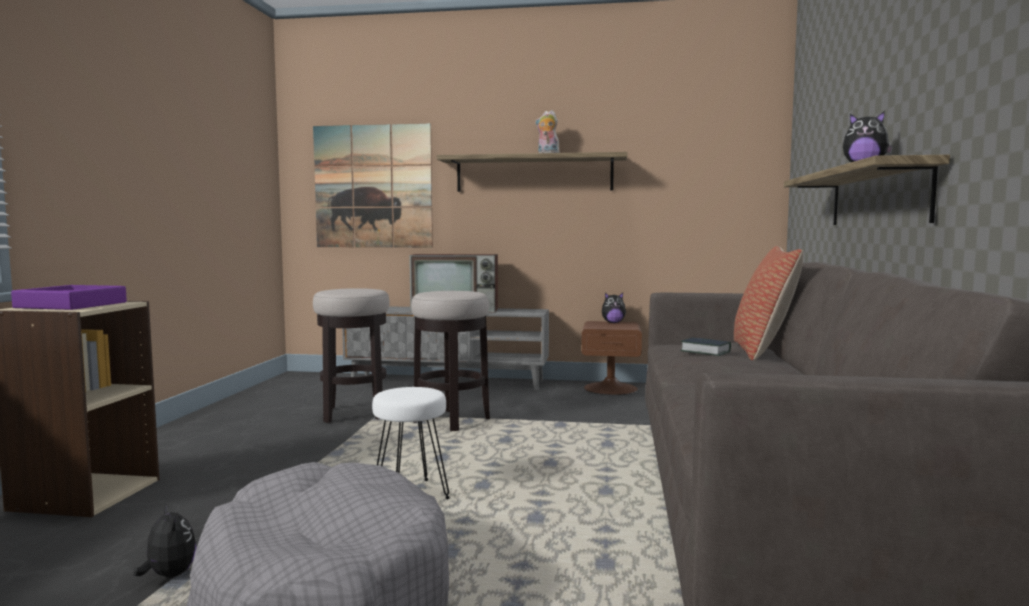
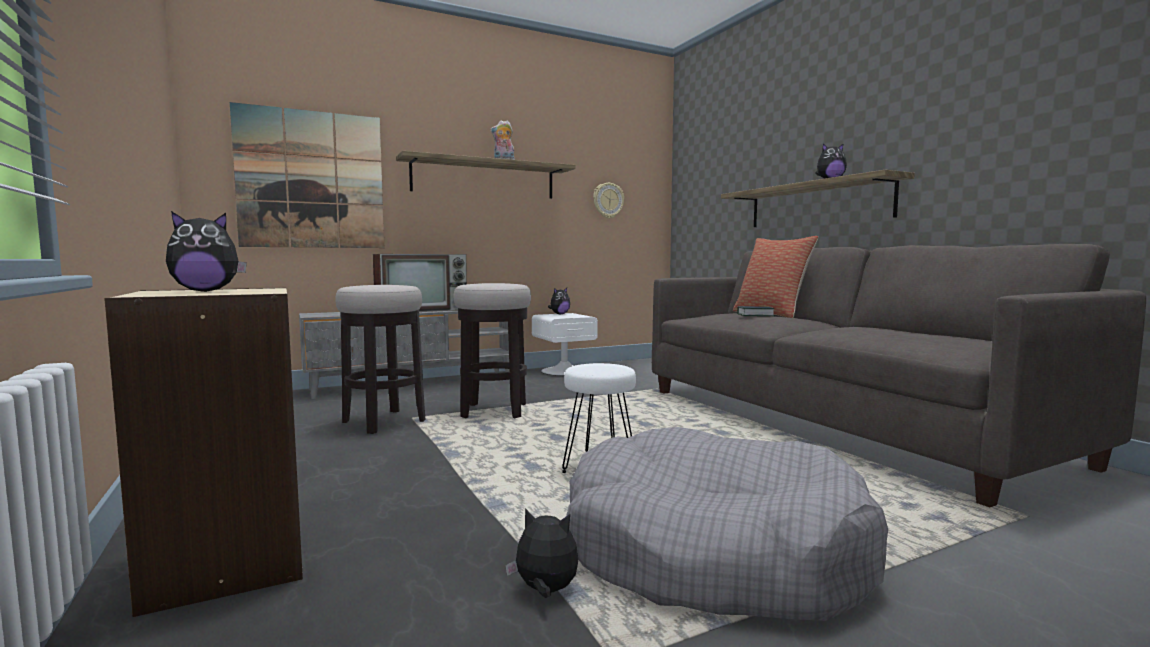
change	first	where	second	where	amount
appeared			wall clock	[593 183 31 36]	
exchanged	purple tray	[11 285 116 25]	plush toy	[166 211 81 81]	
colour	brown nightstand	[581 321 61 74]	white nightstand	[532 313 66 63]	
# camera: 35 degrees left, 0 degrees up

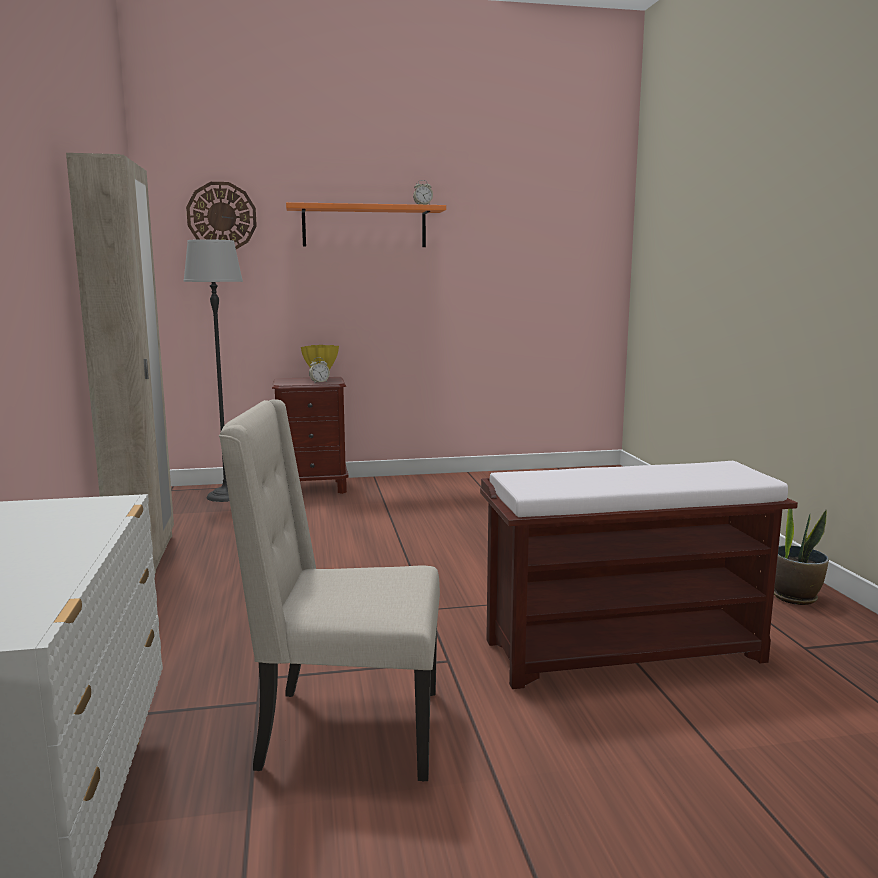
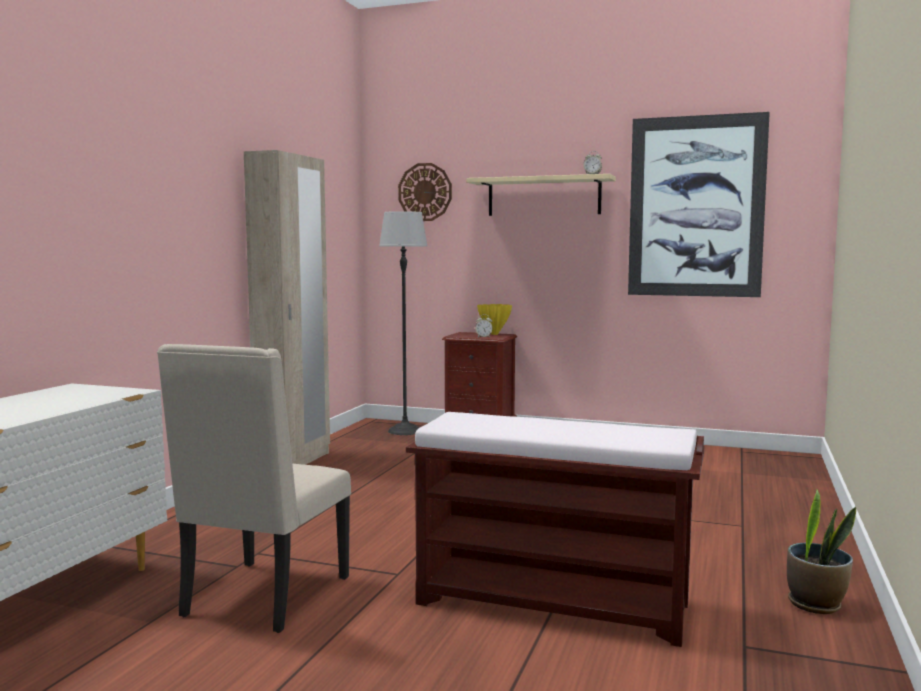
change	first	where	second	where	amount
appeared			picture	[628 112 142 185]	
colour	orange shelf	[286 202 160 45]	beige shelf	[467 174 149 42]	
spun	beige chair	[219 399 221 382]		[157 344 194 289]	105 degrees counterclockwise
# camera: 30 degrees right, 5 degrees down

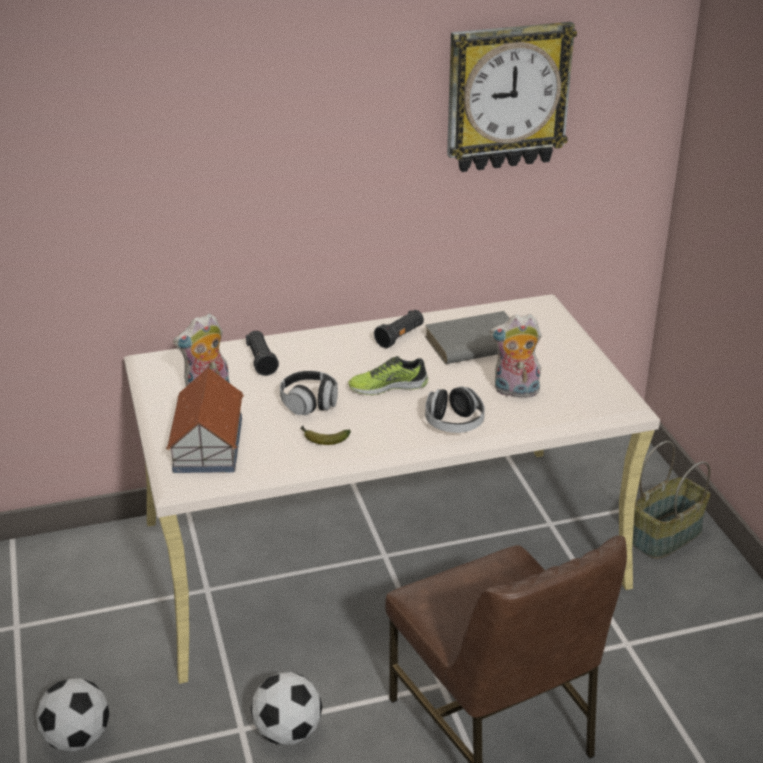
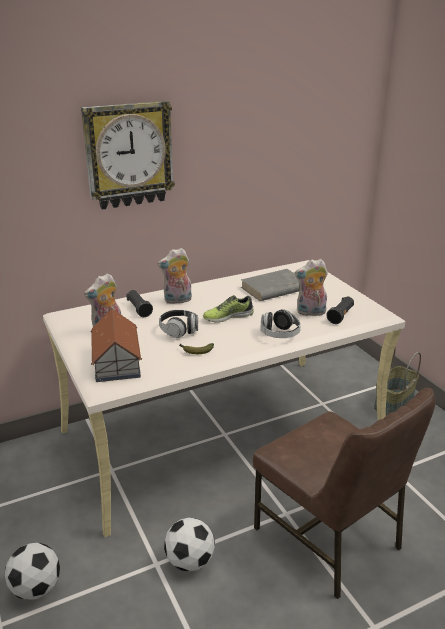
change	first	where	second	where	amount
appeared			plush toy	[158 248 34 56]	
relocated	black flashlight	[374 310 50 38]		[326 297 28 27]	
relocated	wall clock	[447 22 130 150]		[81 101 94 109]	
# camera: 10 degrees left, 5 degrees down

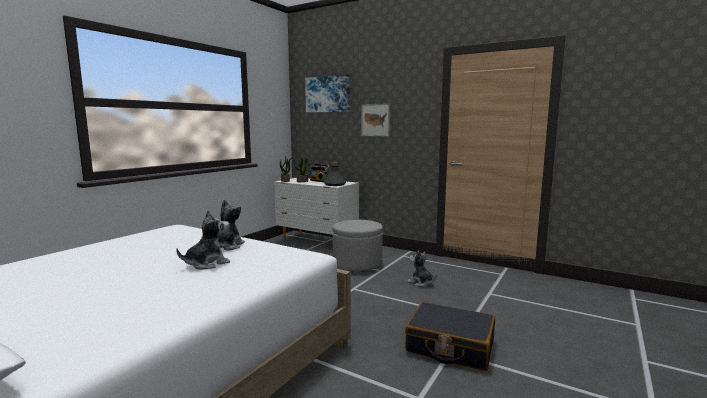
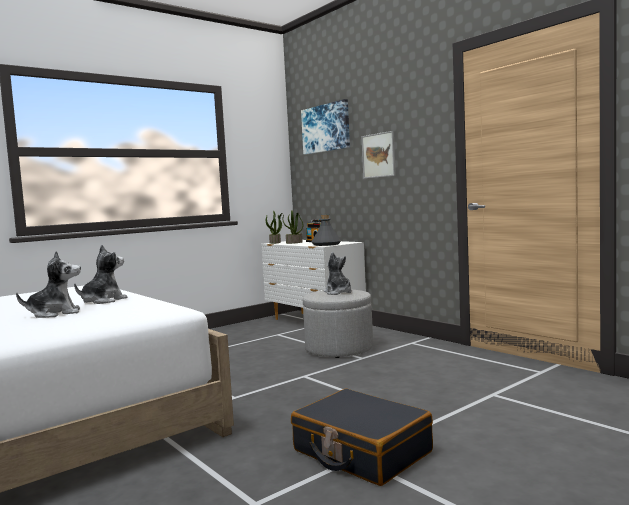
change	first	where	second	where	amount
relocated	plush toy	[407 250 30 37]		[324 252 28 43]	
# camera: 20 degrees right, 5 degrees down

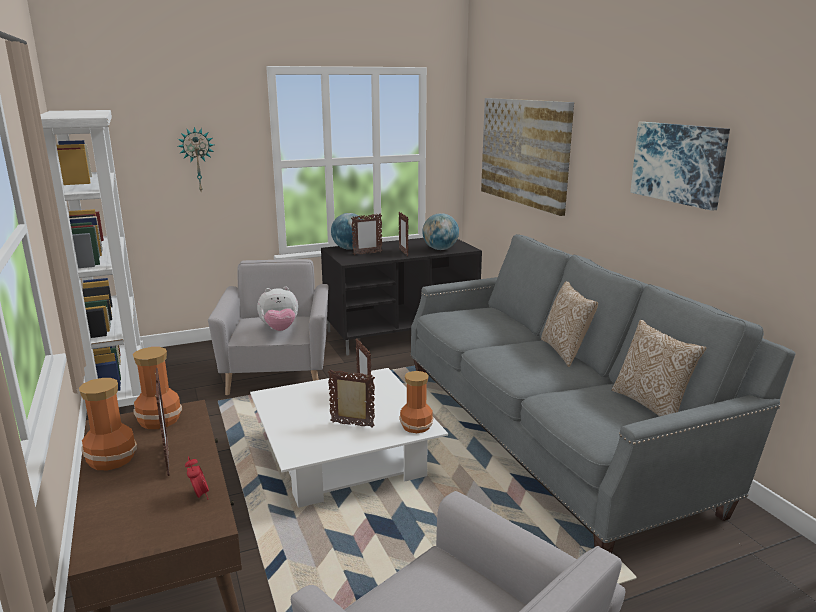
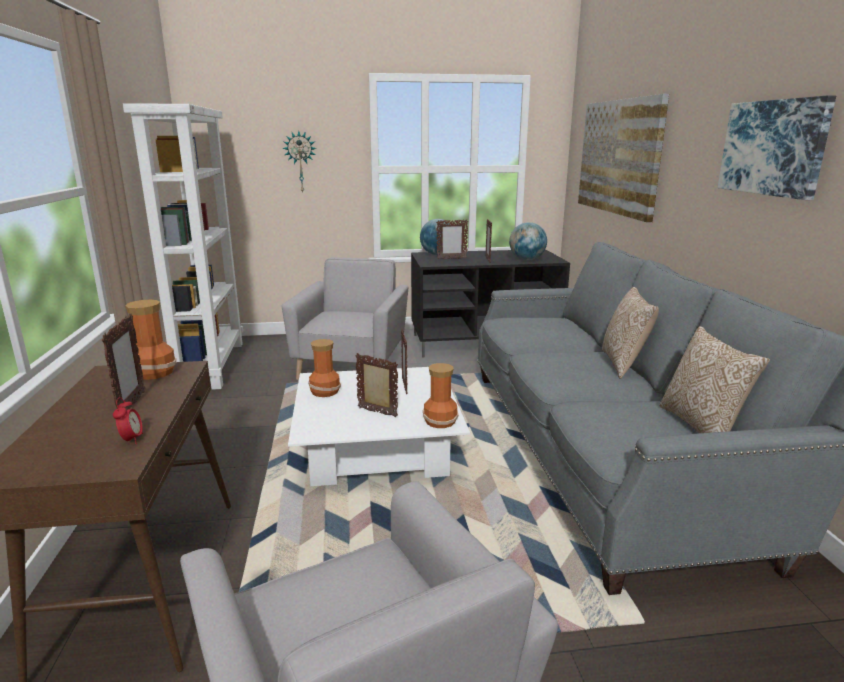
change	first	where	second	where	amount
missing	plush toy	[257 287 41 44]			
relocated	vase	[79 378 58 92]		[308 339 33 58]	
# camera: 15 degrees right, 0 degrees up

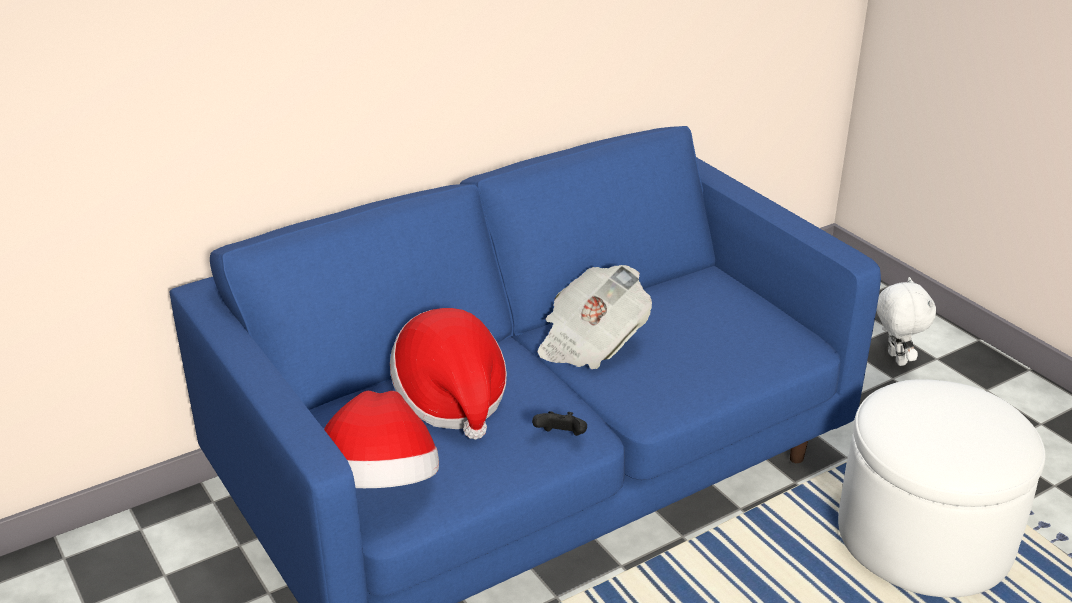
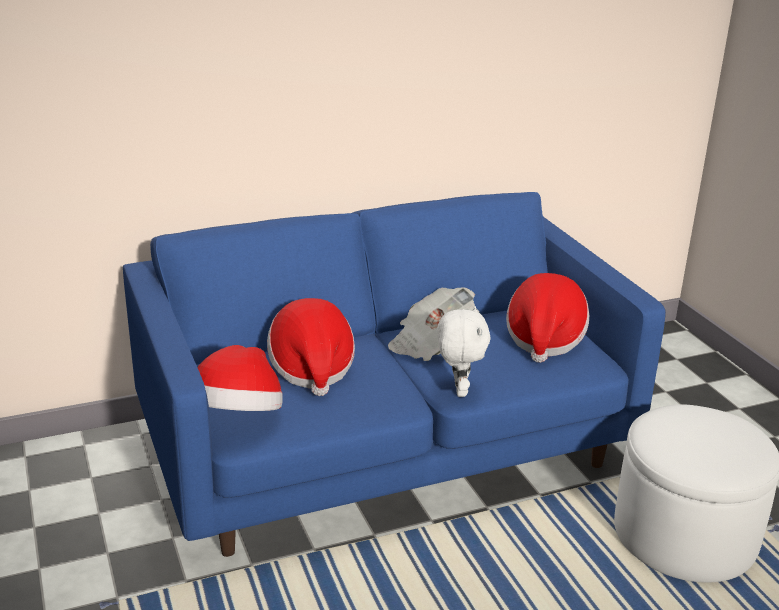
change	first	where	second	where	amount
missing	black game controller	[532 411 55 25]			
appeared			hat	[506 273 83 90]	
relocated	white plush toy	[876 277 60 89]		[437 306 54 91]	
# camera: 10 degrees right, 5 degrees down

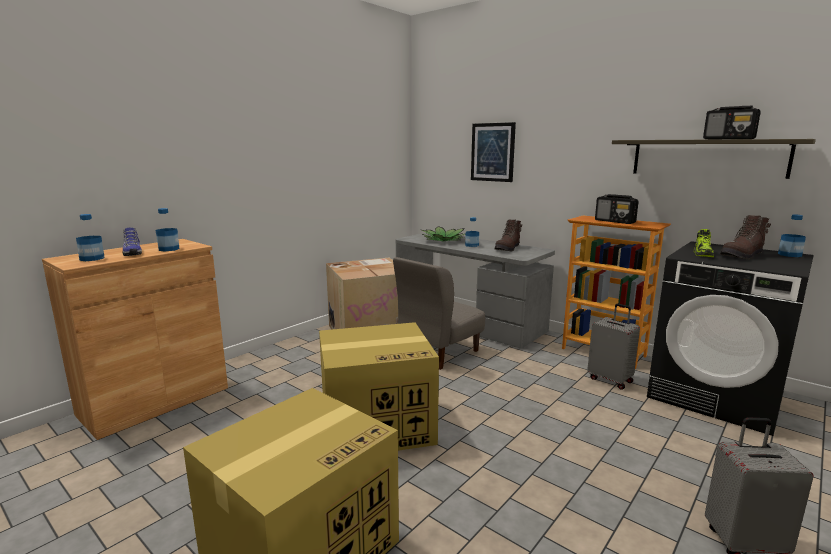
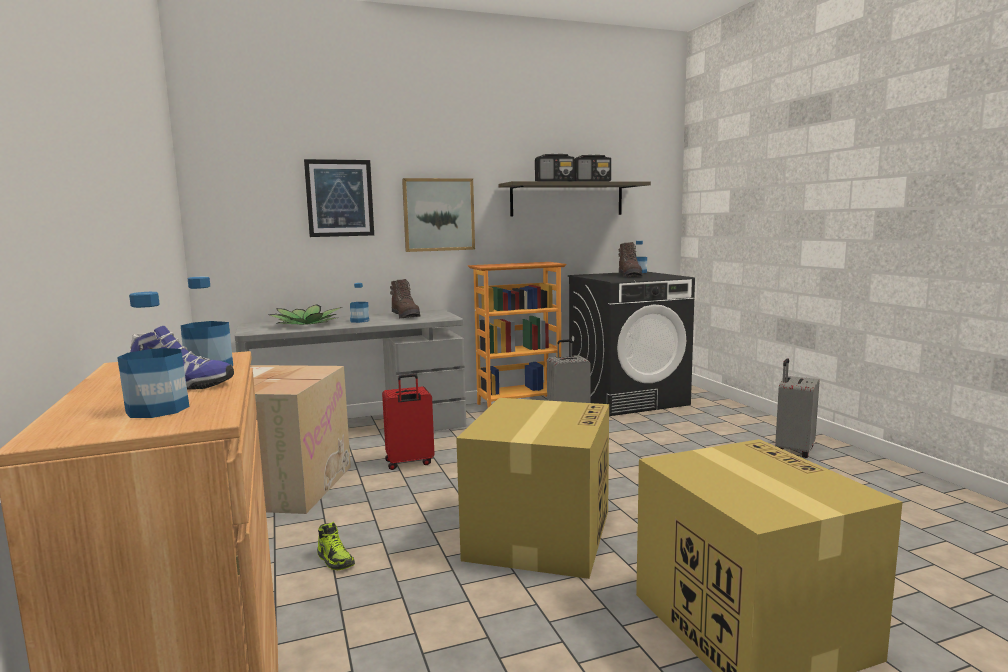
change	first	where	second	where	amount
appeared			picture	[402 178 73 74]	
relocated	radio	[595 194 44 30]		[535 154 39 27]	
relocated	shoe	[694 229 20 28]		[317 522 38 48]	
exchanged	grey chair	[393 257 92 113]	red suitcase	[382 374 53 96]	
# camera: 60 degrees left, 5 degrees down

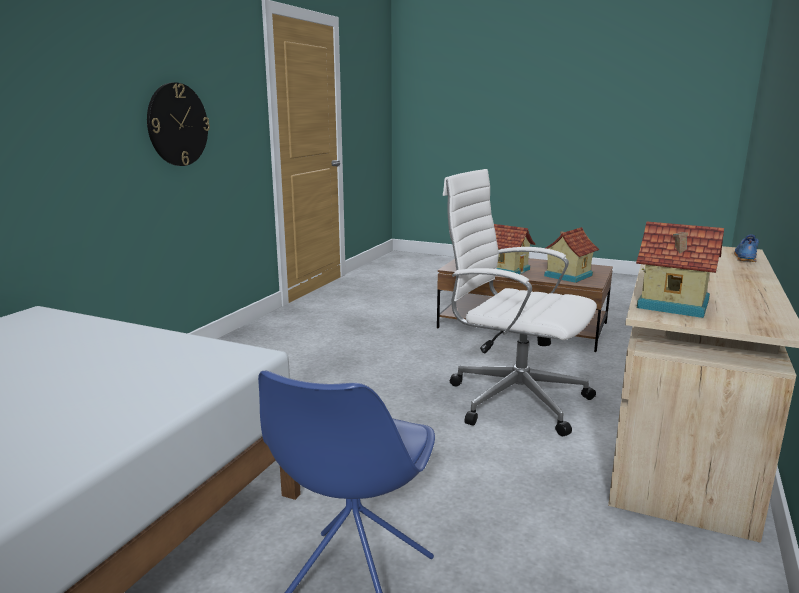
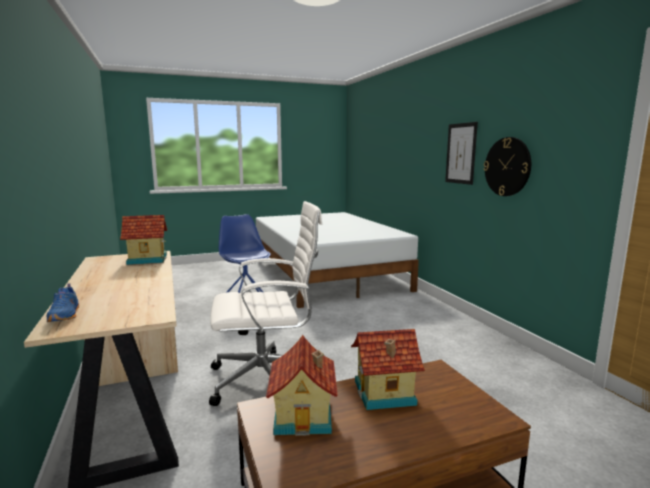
change	first	where	second	where	amount
appeared			picture	[445 122 33 63]	
# camera: 135 degrees right, 5 degrees down

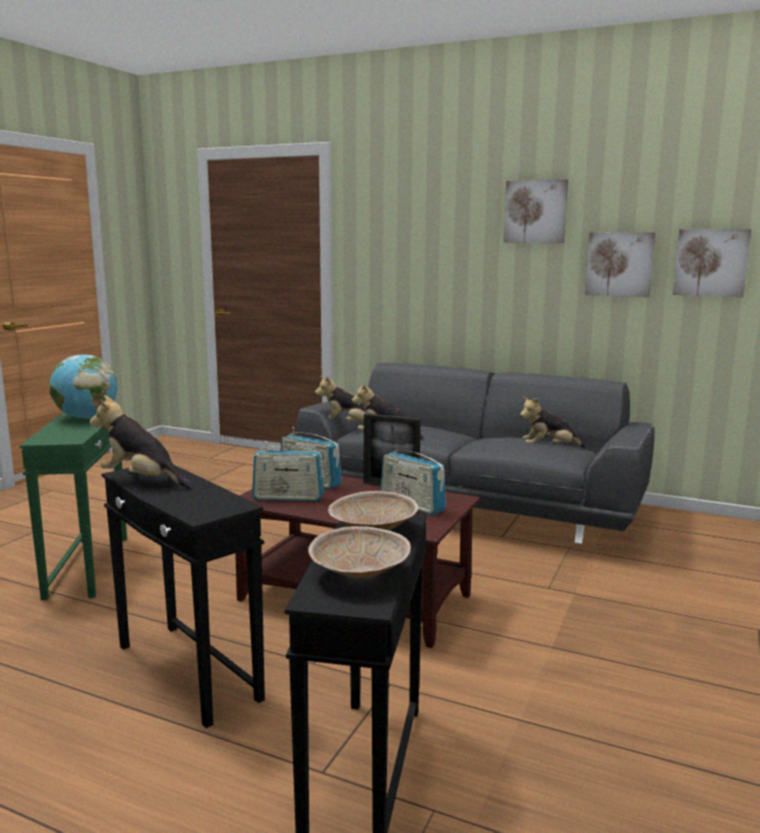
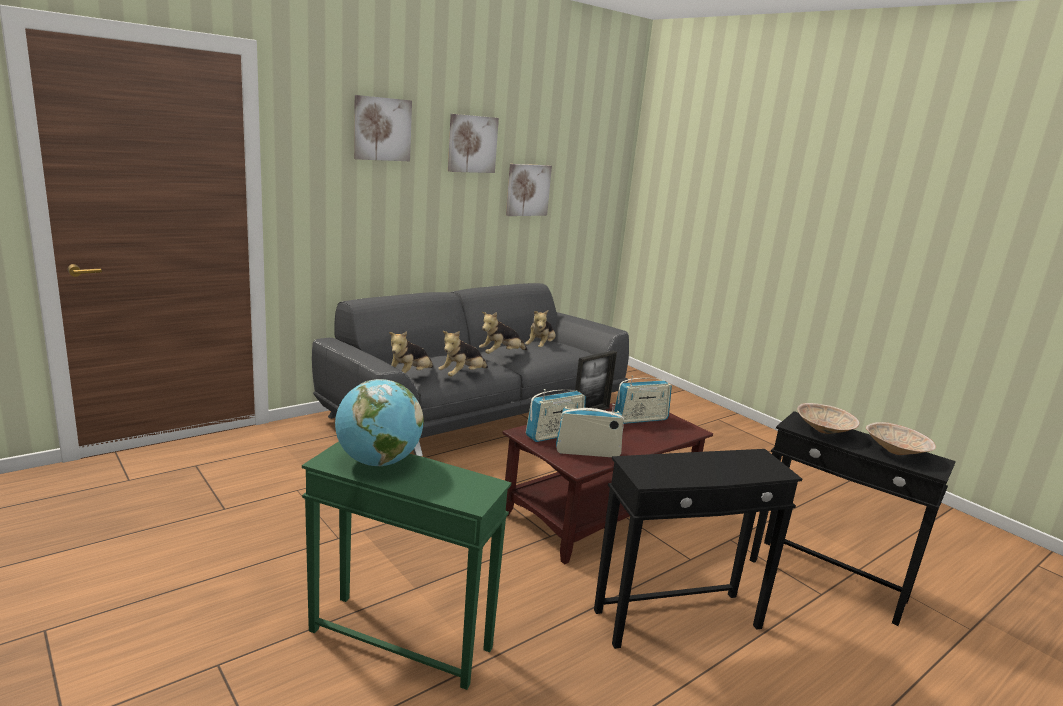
change	first	where	second	where	amount
relocated	plush toy	[89 395 104 94]		[479 312 48 42]	
relocated	picture	[673 229 79 68]		[354 95 58 66]	
spun	radio	[252 441 72 60]		[556 404 68 53]	120 degrees counterclockwise
# camera: 65 degrees left, 5 degrees up

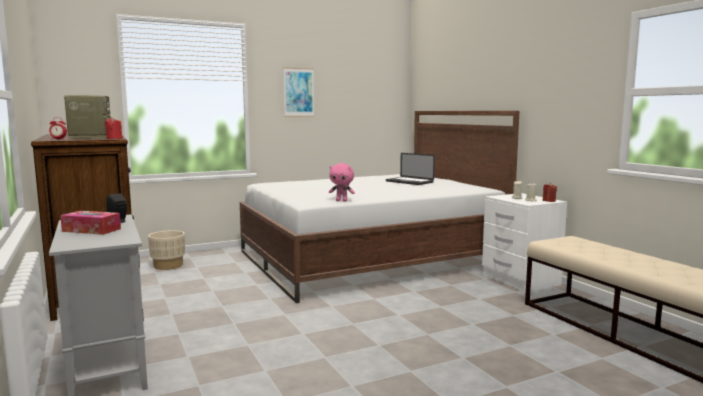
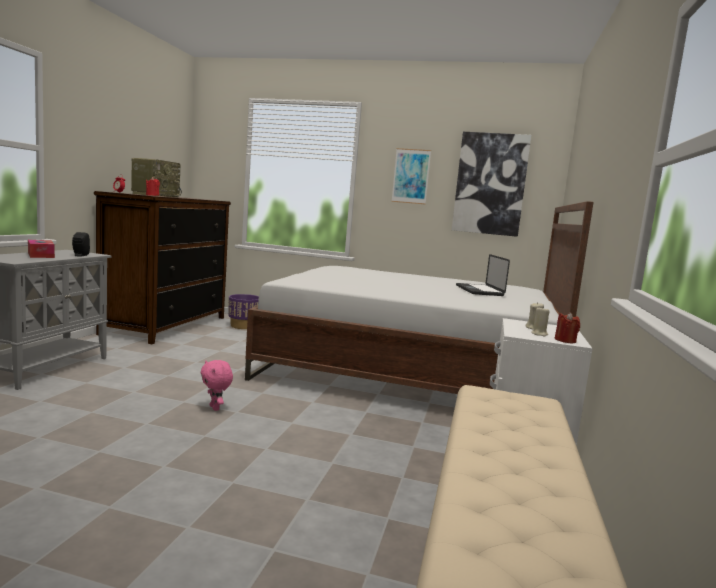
change	first	where	second	where	amount
appeared			picture	[452 132 79 105]	
relocated	pink plush toy	[329 163 26 39]		[201 360 32 51]	
colour	beige planter	[148 230 37 40]	purple planter	[228 294 31 35]	
# camera: 40 degrees right, 0 degrees up

